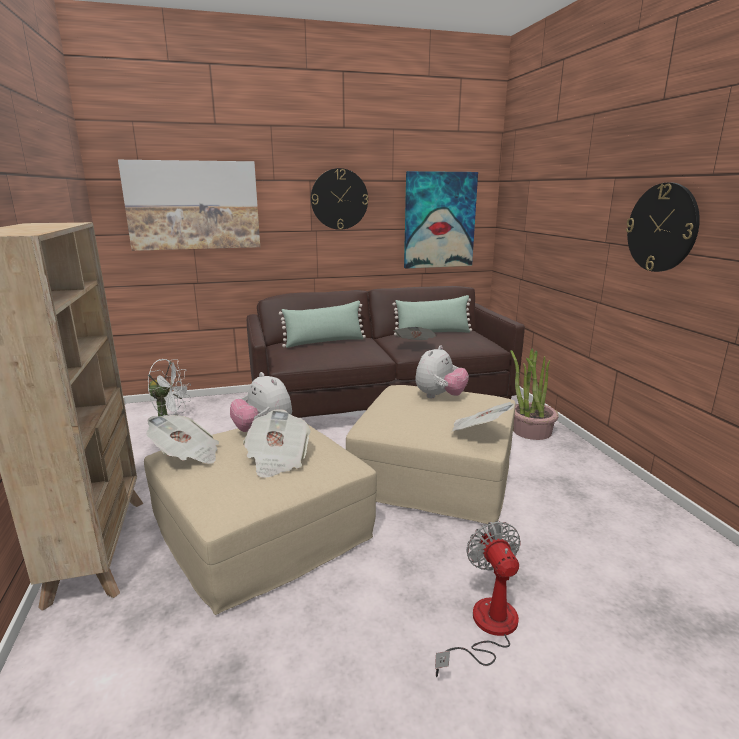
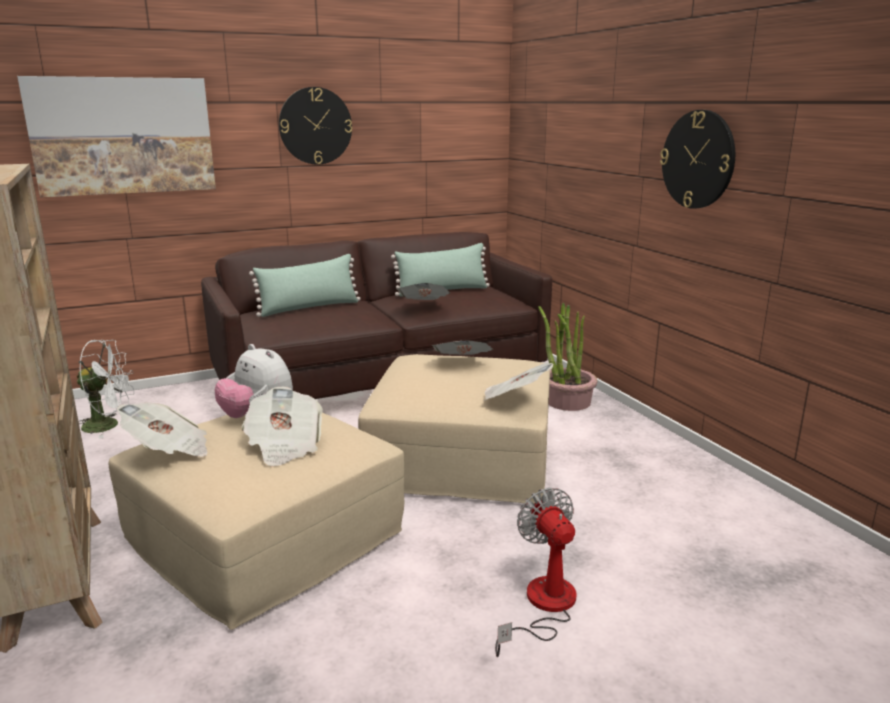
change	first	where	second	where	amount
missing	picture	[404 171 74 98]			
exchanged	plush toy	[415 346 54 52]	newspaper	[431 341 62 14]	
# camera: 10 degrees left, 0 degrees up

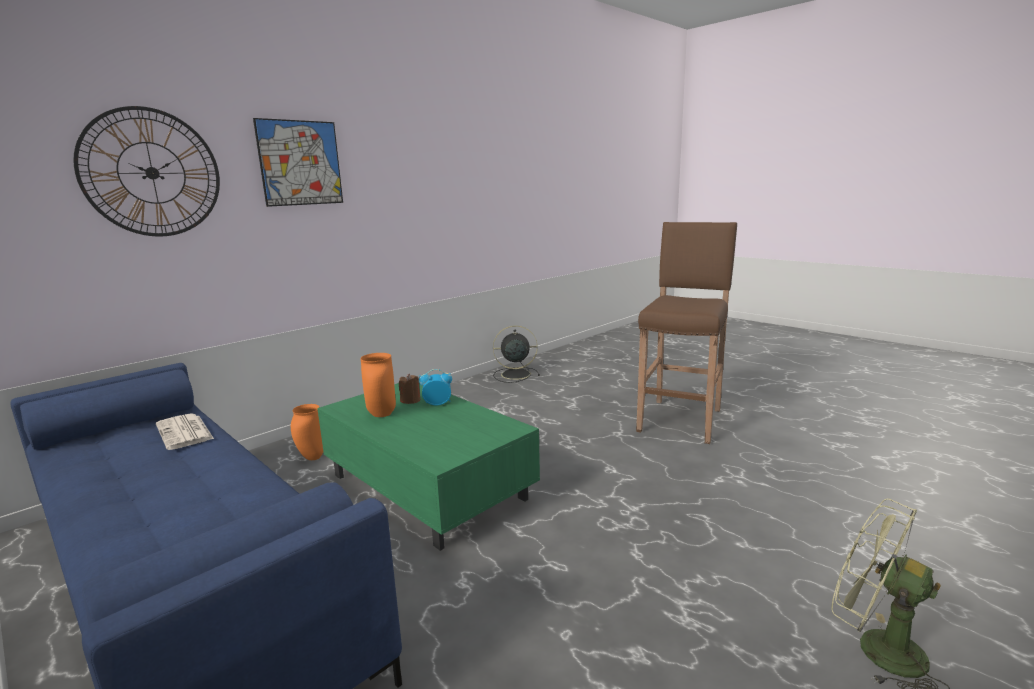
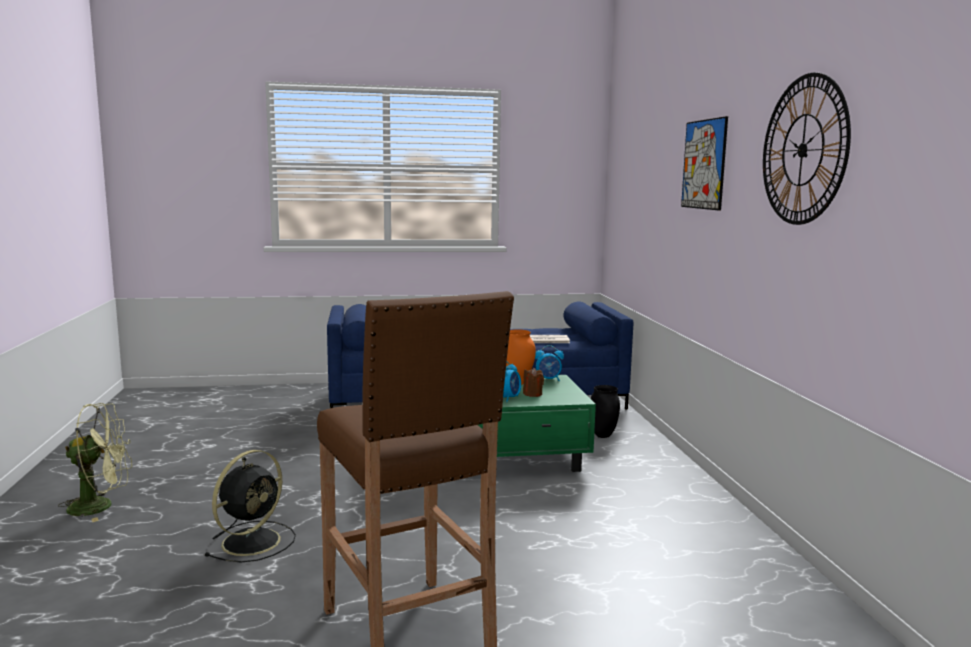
change	first	where	second	where	amount
appeared			alarm clock	[535 345 29 36]	
relocated	wall clock	[73 106 147 131]		[763 73 88 152]	
relocated	black fan	[493 325 47 58]		[204 450 92 112]	
colour	orange vase	[291 404 32 56]	black vase	[591 385 29 53]	
# camera: 125 degrees right, 5 degrees down

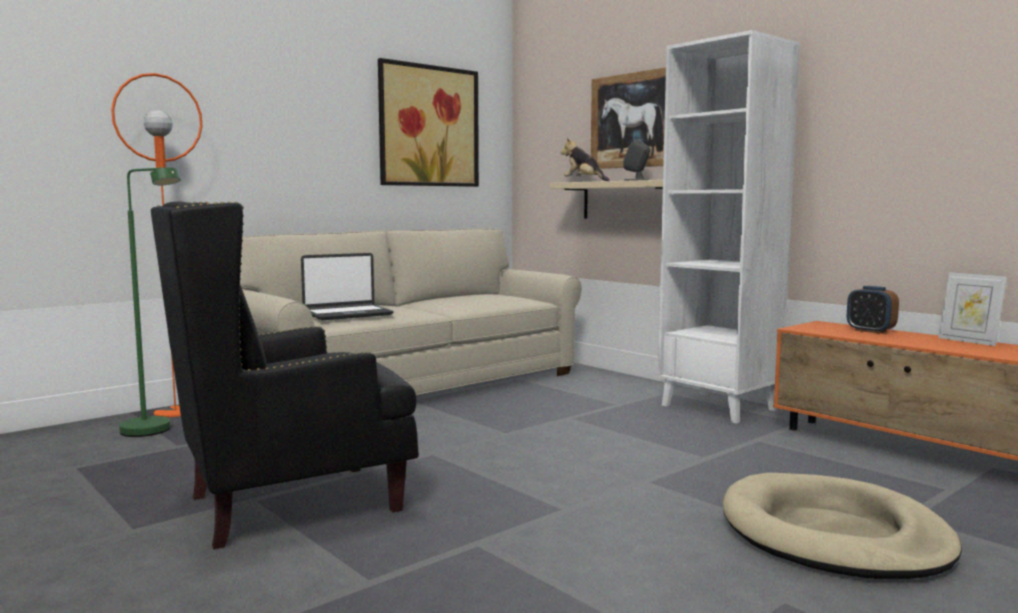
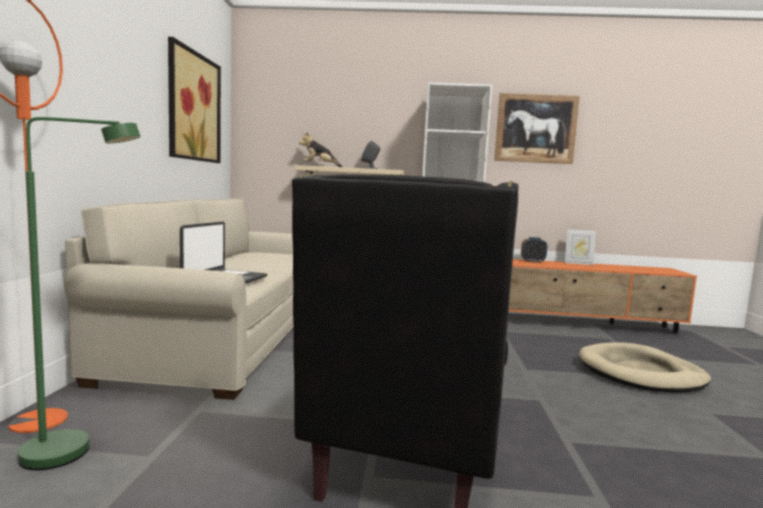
change	first	where	second	where	amount
relocated	picture	[591 67 75 102]		[494 93 86 71]	
# camera: 45 degrees left, 0 degrees up

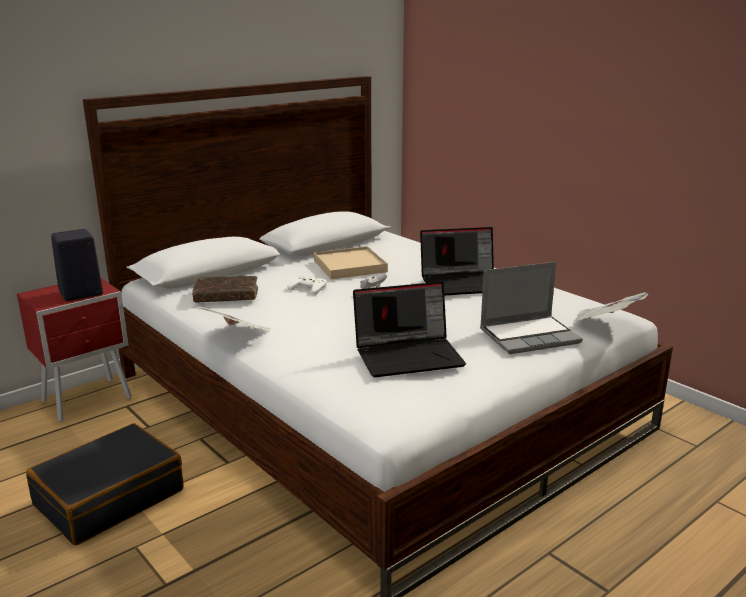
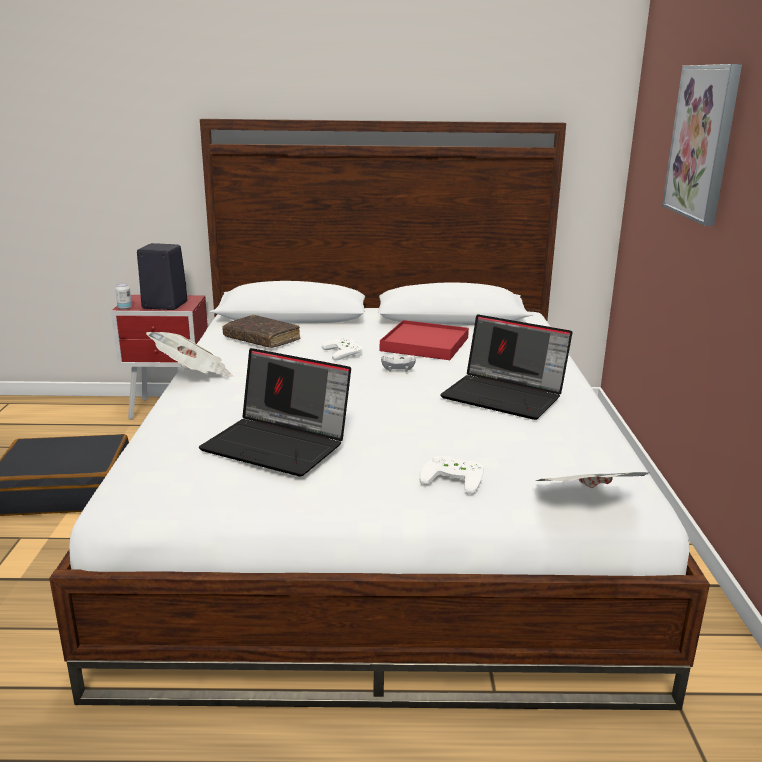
change	first	where	second	where	amount
appeared			can	[115 283 17 27]	
appeared			picture	[662 64 80 162]	
exchanged	laptop	[480 262 103 92]	white game controller	[420 456 64 39]	
colour	beige tray	[314 246 74 33]	red tray	[380 320 89 40]	
# camera: 40 degrees right, 0 degrees up

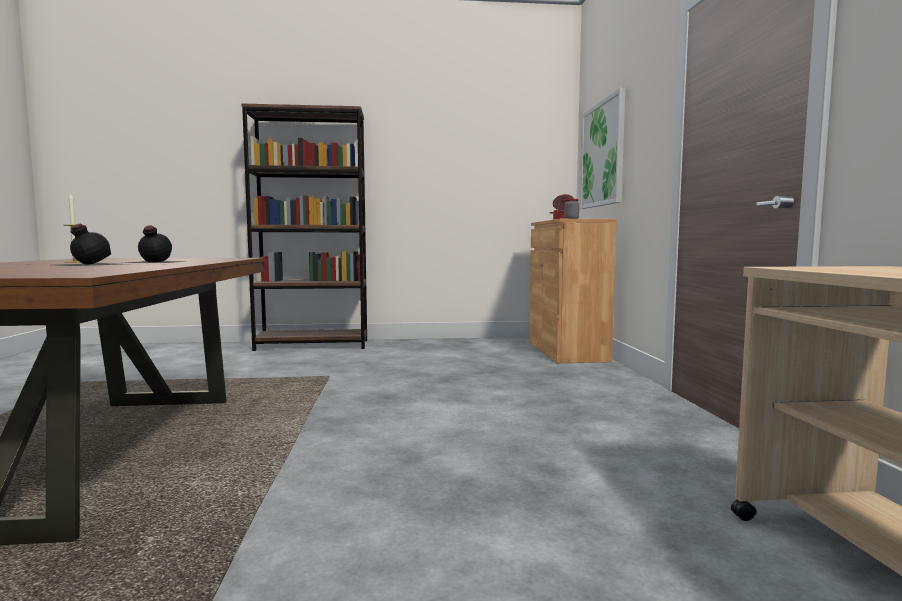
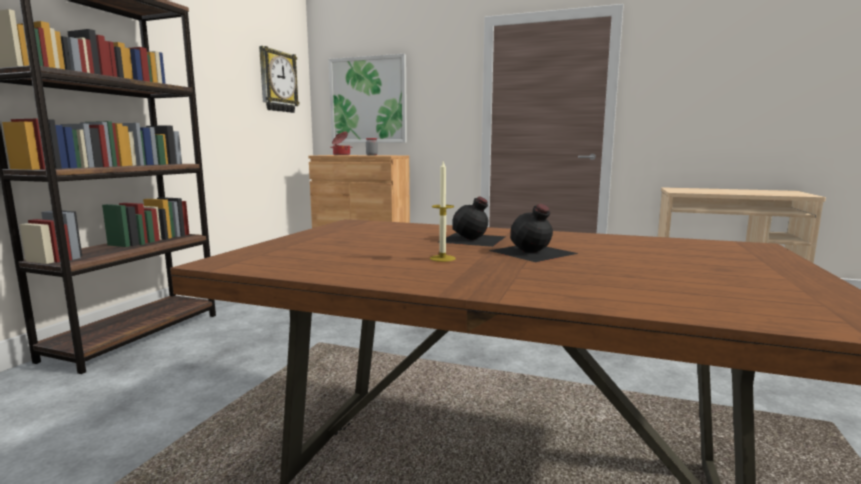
change	first	where	second	where	amount
appeared			wall clock	[259 46 41 67]	
# camera: 65 degrees left, 5 degrees up

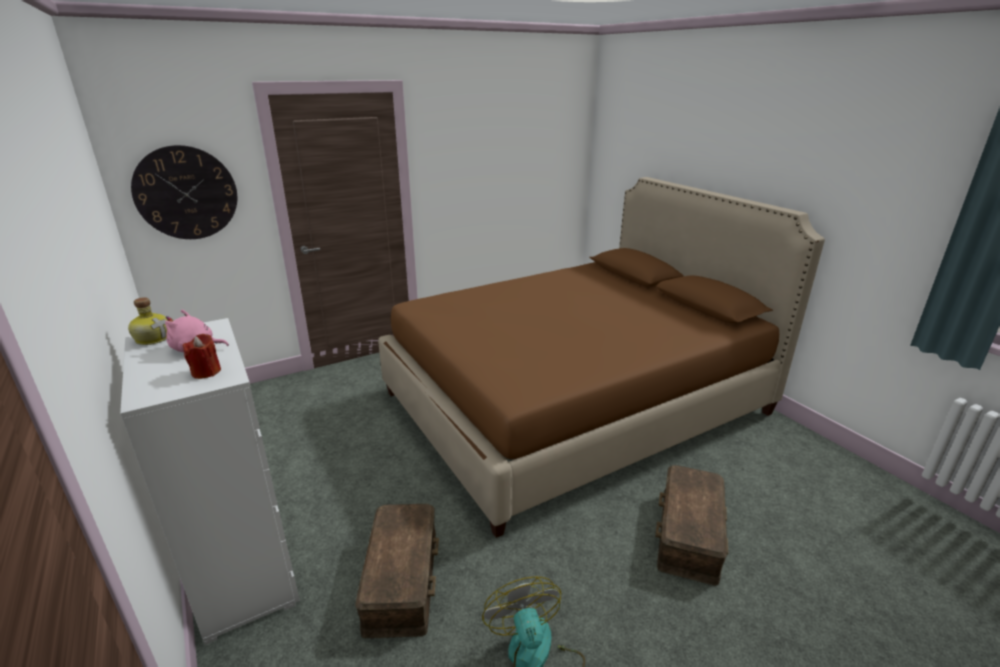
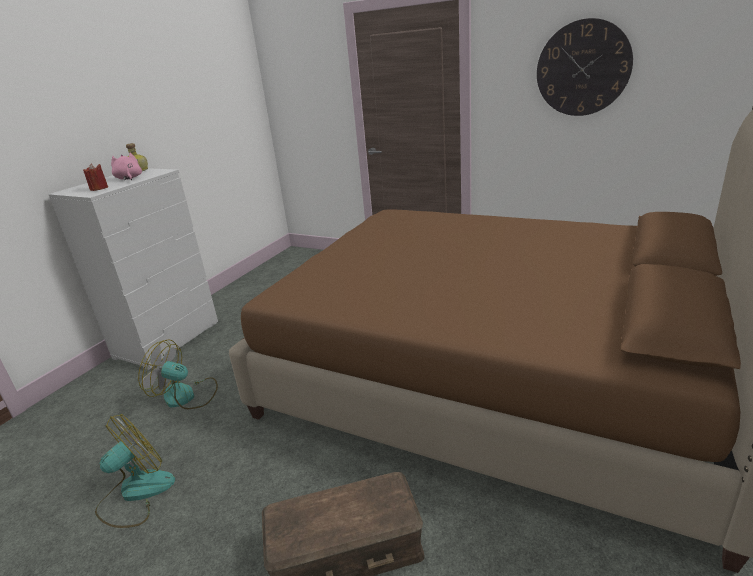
change	first	where	second	where	amount
relocated	wall clock	[131 145 106 94]		[537 18 96 98]	
exchanged	brown storage box	[355 504 84 134]	fan	[138 339 80 70]	
# camera: 60 degrees right, 0 degrees up

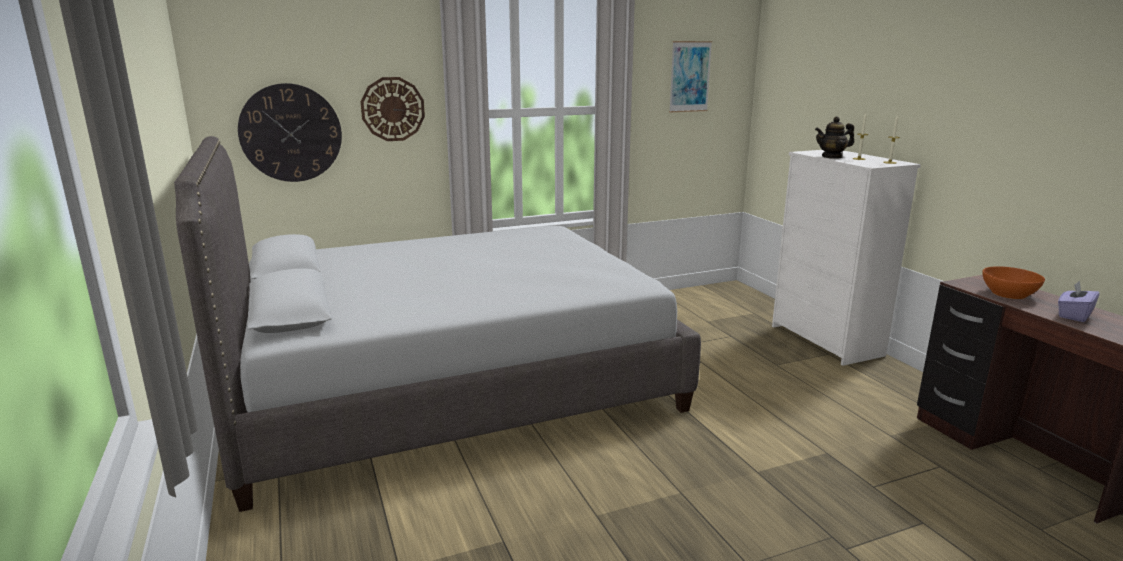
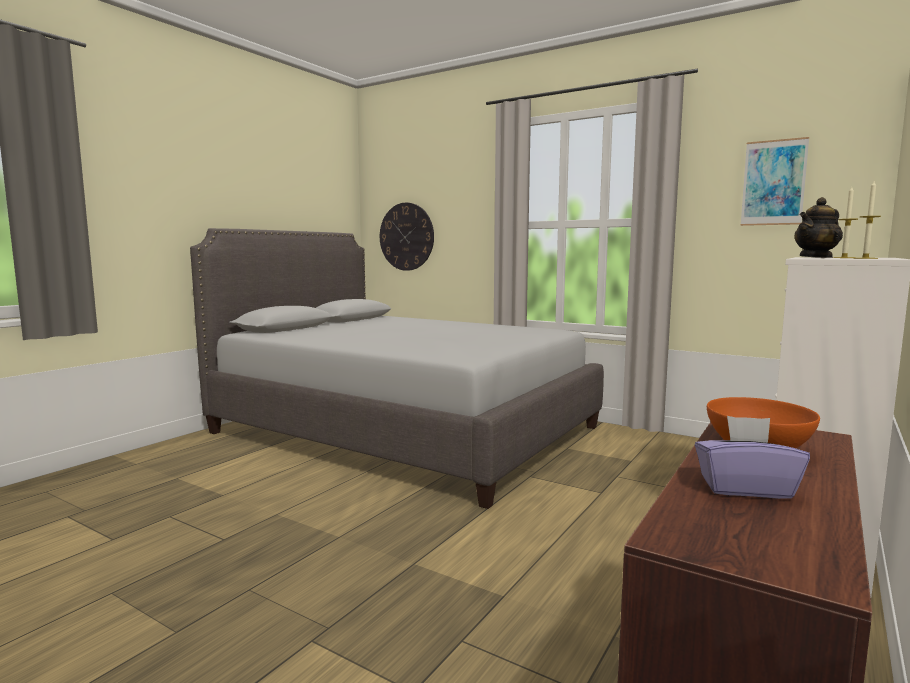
change	first	where	second	where	amount
missing	wall clock	[361 77 64 64]			
spun	teapot	[815 117 39 42]		[794 197 49 61]	75 degrees counterclockwise
# camera: 55 degrees right, 10 degrees down

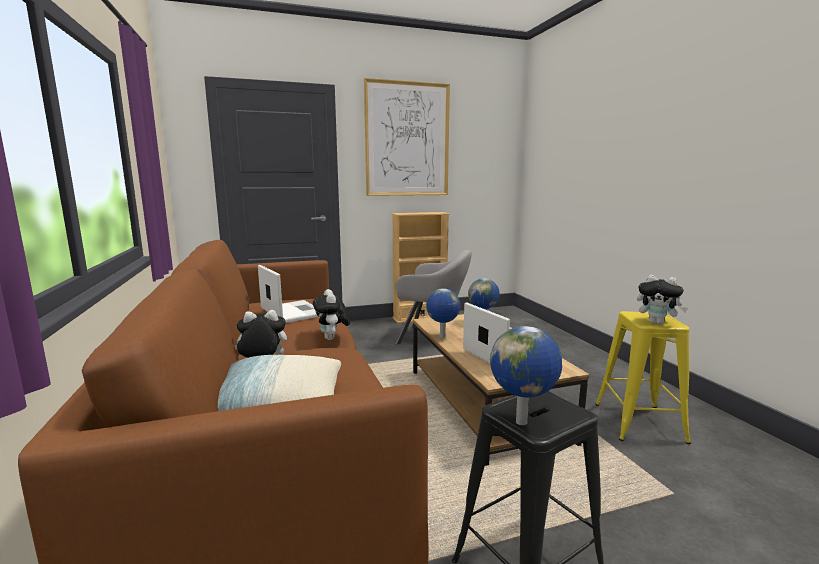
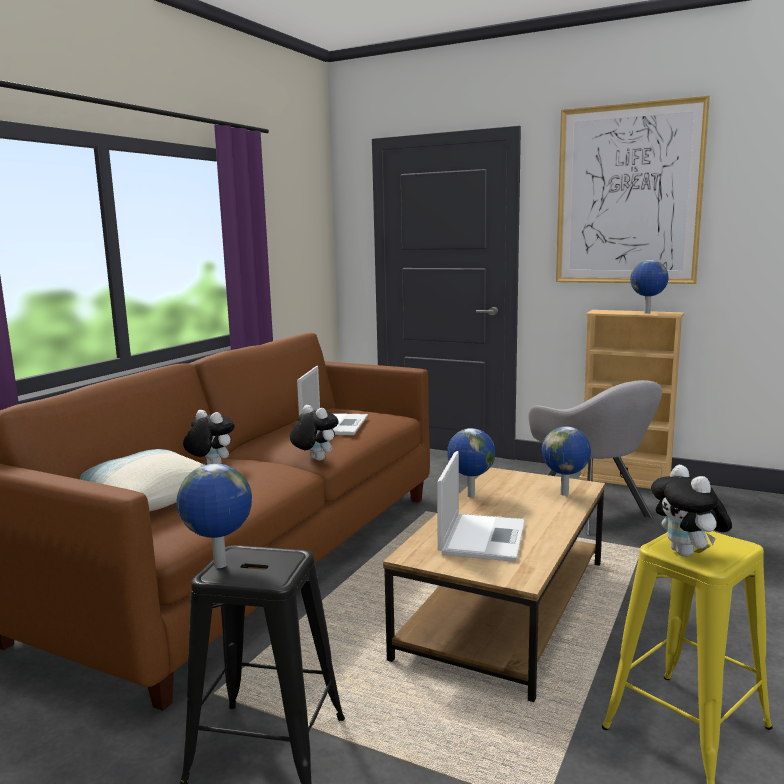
change	first	where	second	where	amount
appeared			globe	[630 260 39 54]	
spun	plush toy	[313 289 37 51]		[290 405 49 56]	105 degrees clockwise
# camera: 45 degrees right, 0 degrees up

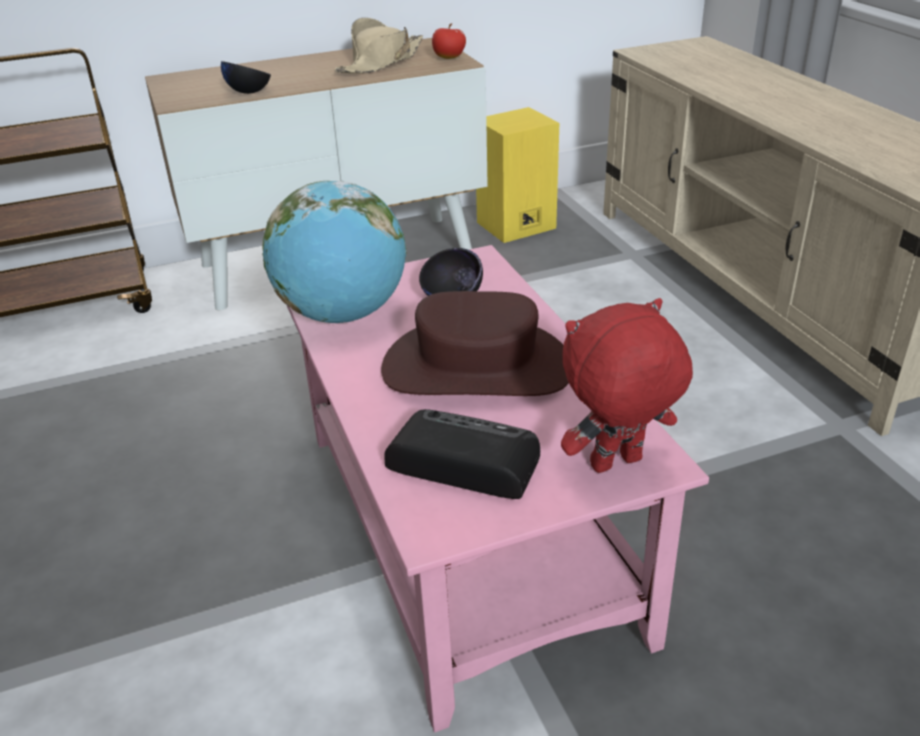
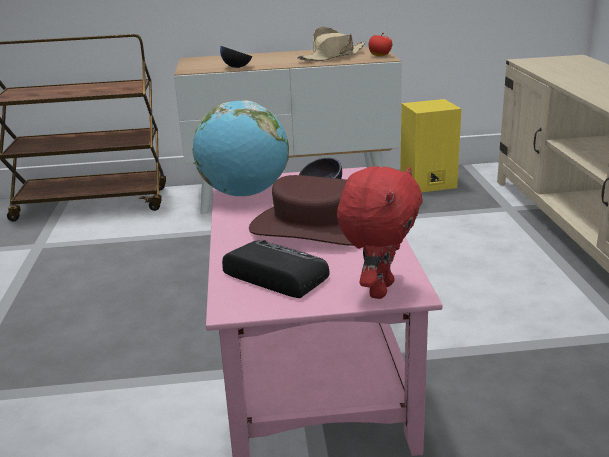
change	first	where	second	where	amount
spun	red plush toy	[561 298 132 175]		[337 166 85 133]	120 degrees clockwise
# camera: 15 degrees right, 10 degrees down

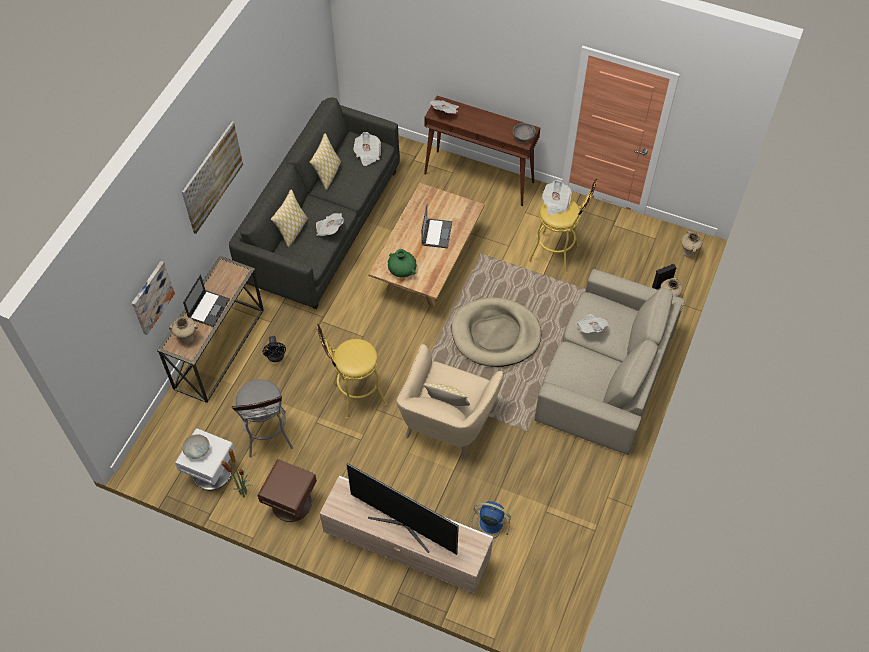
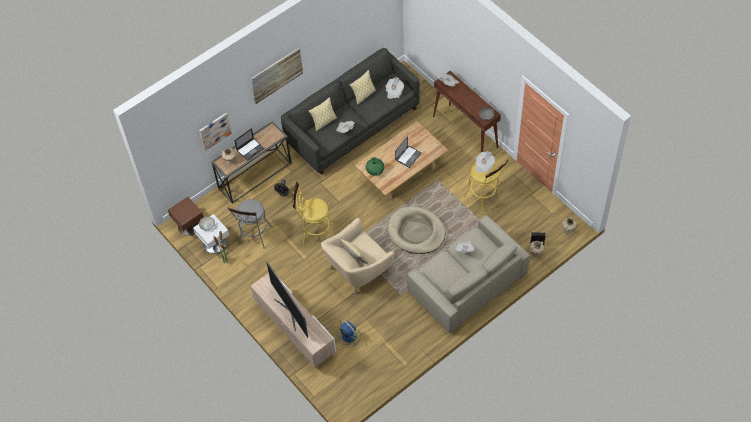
change	first	where	second	where	amount
relocated	brown nightstand	[257 459 60 63]		[168 197 35 39]	
# camera: 30 degrees right, 0 degrees up

